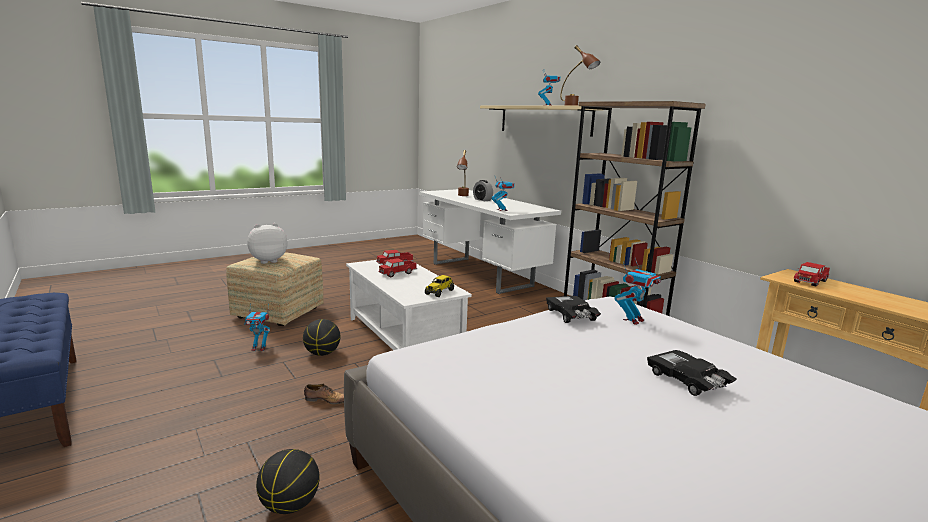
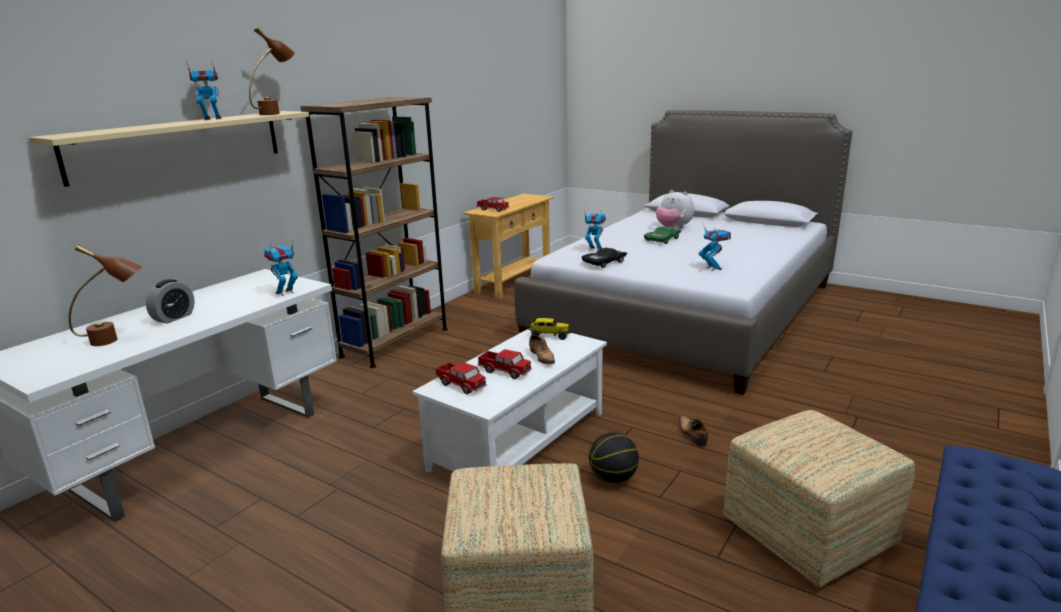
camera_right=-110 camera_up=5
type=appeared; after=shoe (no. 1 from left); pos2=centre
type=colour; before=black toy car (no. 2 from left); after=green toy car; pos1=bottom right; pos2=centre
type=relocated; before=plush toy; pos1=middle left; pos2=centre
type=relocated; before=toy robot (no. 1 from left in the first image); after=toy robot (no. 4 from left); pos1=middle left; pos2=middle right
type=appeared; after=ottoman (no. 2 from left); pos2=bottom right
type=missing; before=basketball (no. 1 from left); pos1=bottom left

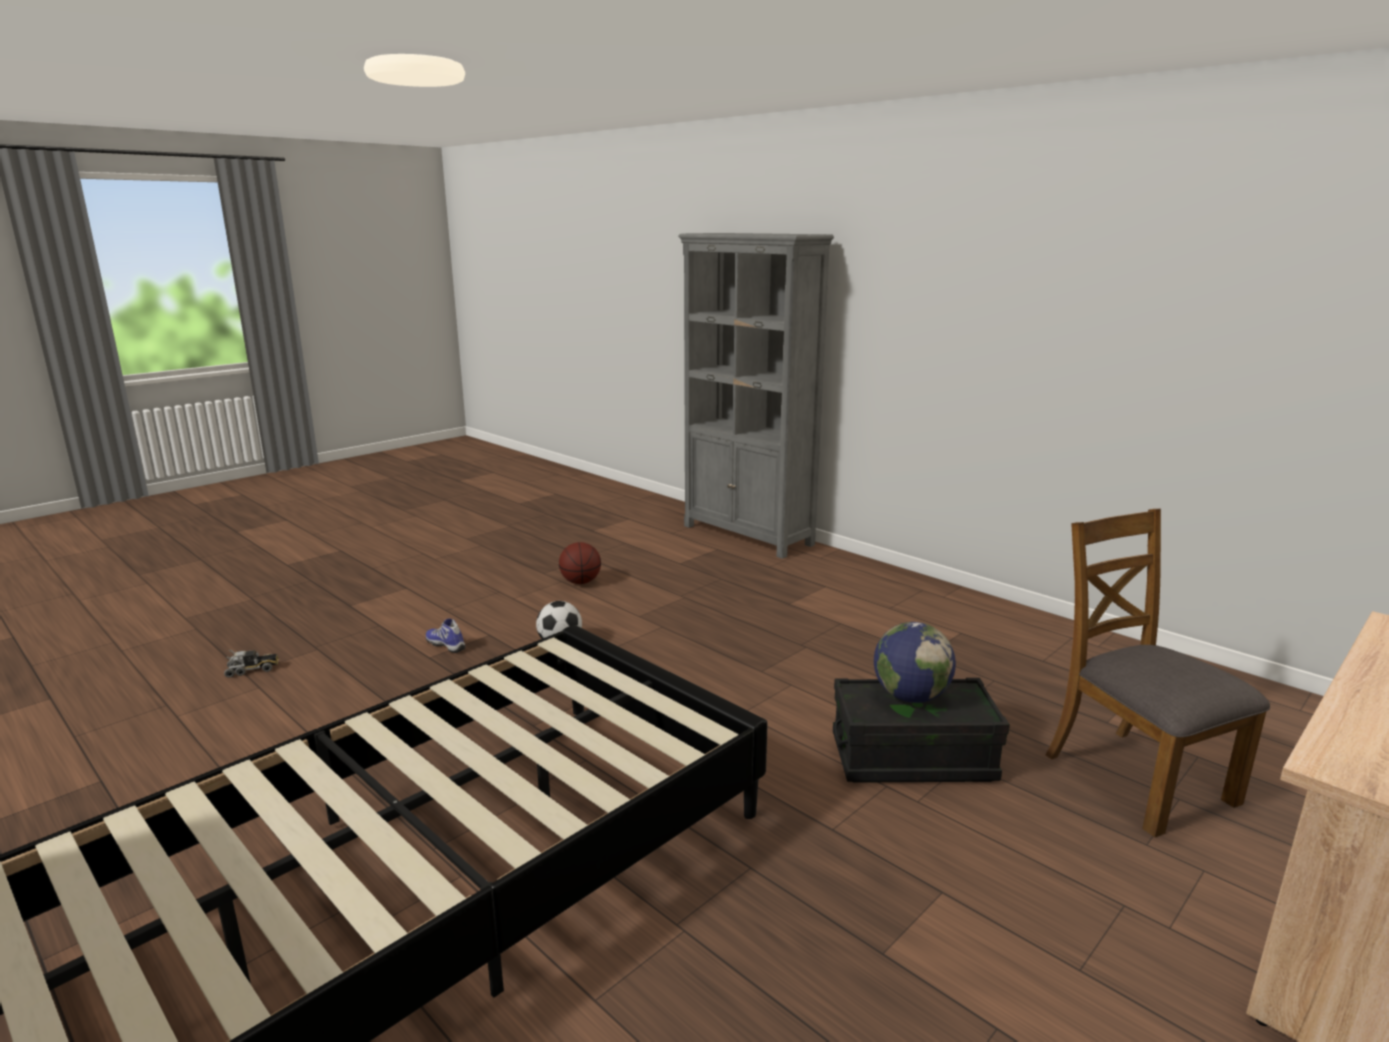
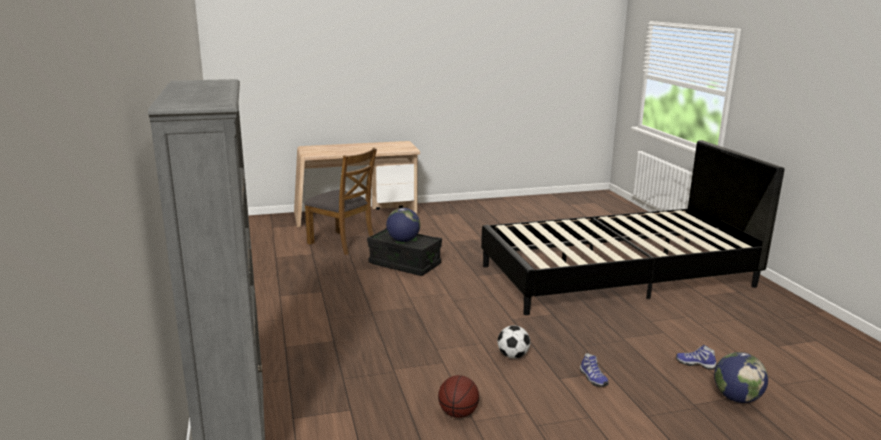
camera_right=-150 camera_up=0
type=spun; before=brown chair; pos1=middle right; pos2=centre; turn=-60
type=appeared; after=shoe (no. 2 from left); pos2=bottom right
type=exchanged; before=toy truck; after=globe (no. 2 from left); pos1=middle left; pos2=bottom right

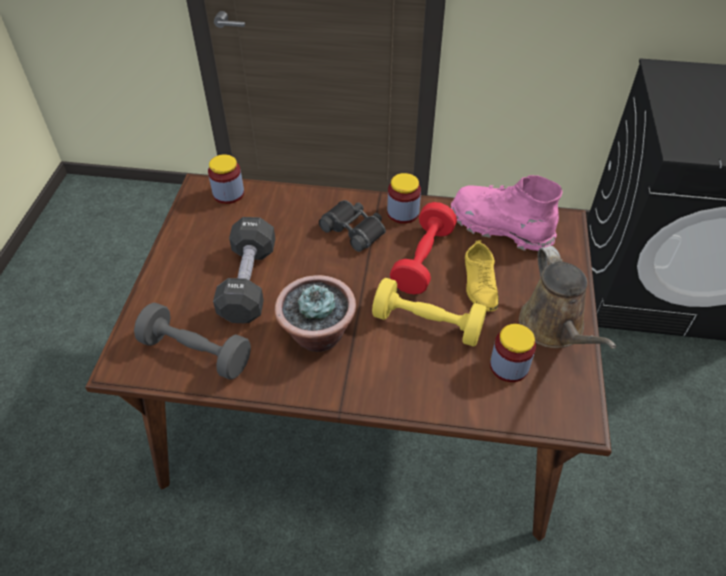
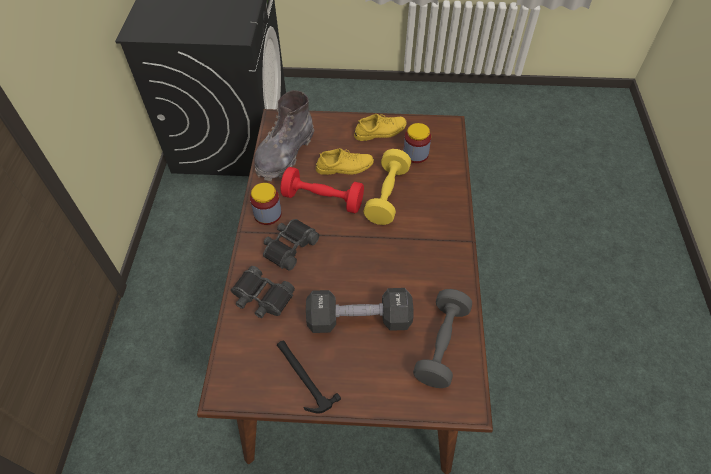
camera_right=-95 camera_up=5
type=appeared; after=black binoculars (no. 1 from left); pos2=centre
type=colour; before=pink boot; after=grey boot; pos1=middle right; pos2=top centre
type=appeared; after=hammer; pos2=bottom centre
type=exchanged; before=brown watering can; after=yellow shoe (no. 2 from left); pos1=middle right; pos2=top centre
type=missing; before=jar (no. 1 from left); pos1=top left
type=missing; before=potted plant; pos1=centre

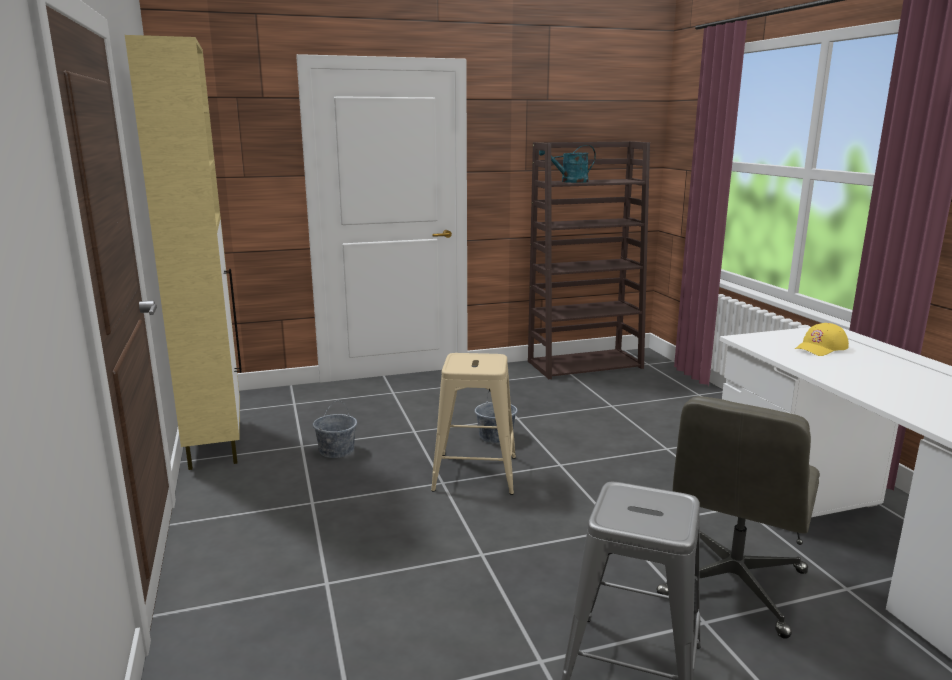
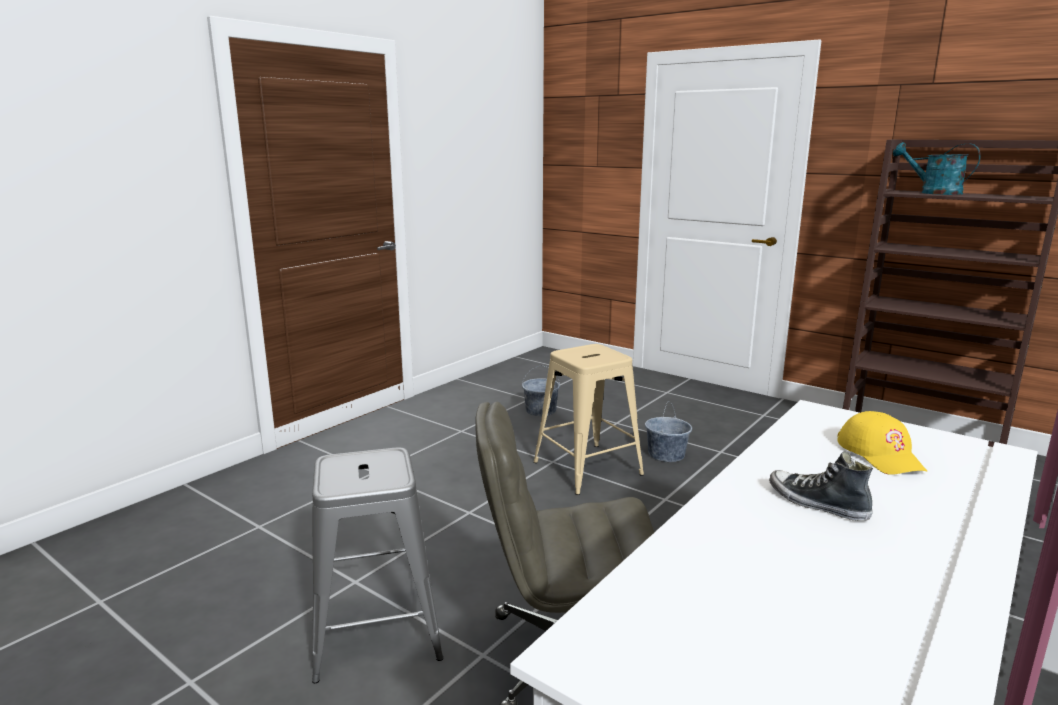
camera_right=55 camera_up=0
type=appeared; after=shoe; pos2=bottom right
type=spun; before=yellow cap; pos1=middle right; pos2=middle right; turn=-120
type=missing; before=beige cabinet; pos1=middle left

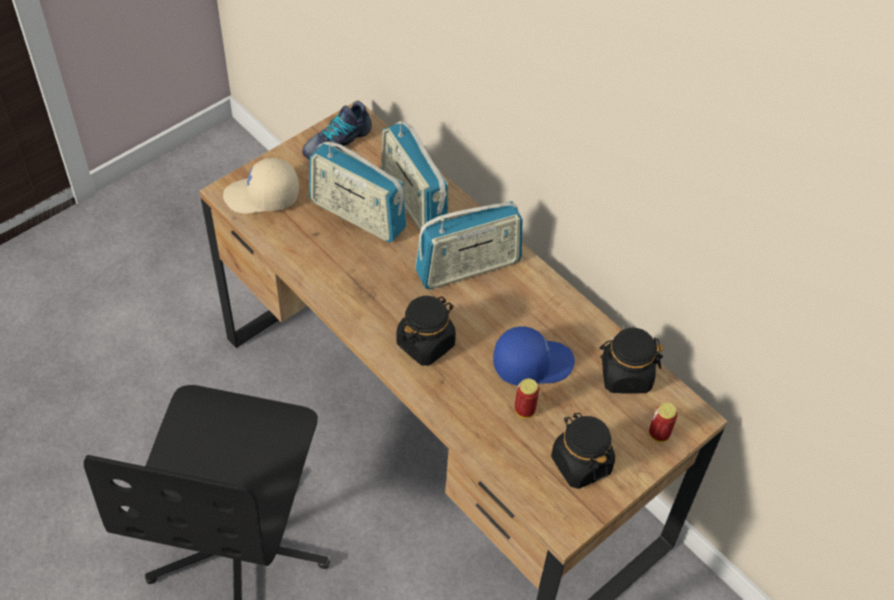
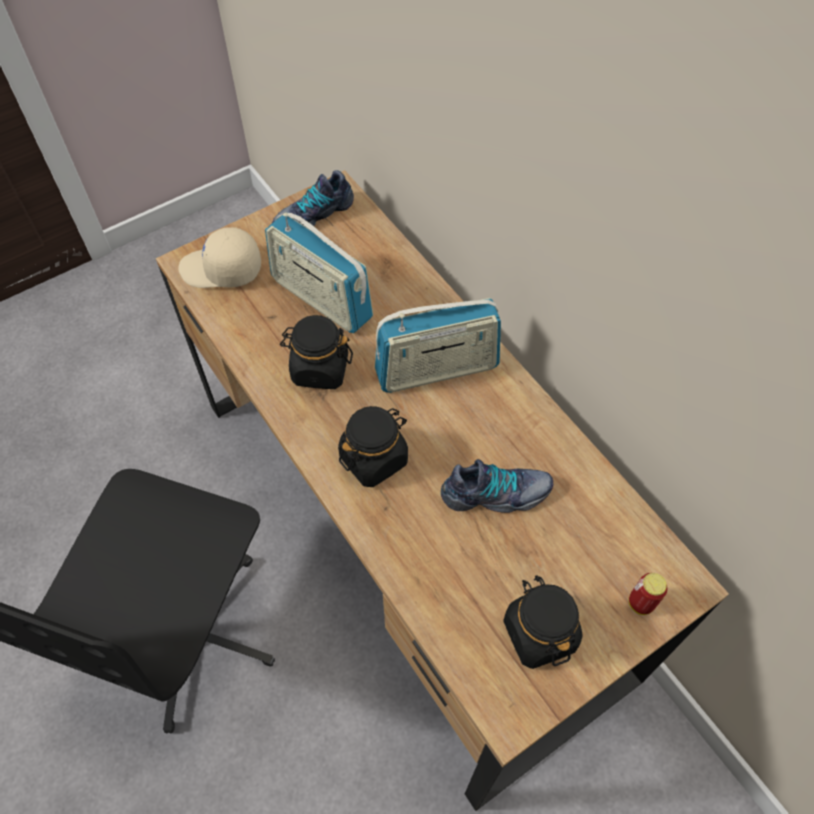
camera_right=10 camera_up=5
type=relocated; before=black jar (no. 3 from left in the first image); after=black jar (no. 1 from left); pos1=middle right; pos2=centre
type=exchanged; before=blue cap; after=shoe (no. 2 from left); pos1=centre; pos2=centre
type=missing; before=radio (no. 2 from left); pos1=top centre
type=missing; before=can (no. 1 from left); pos1=centre

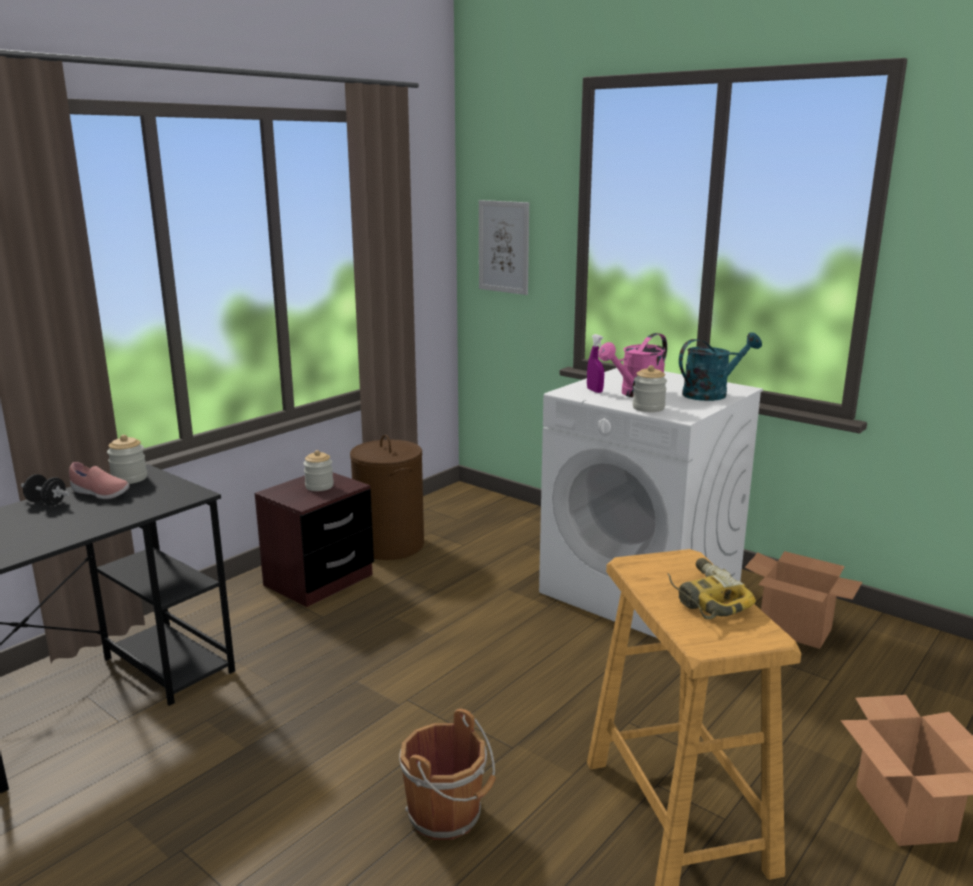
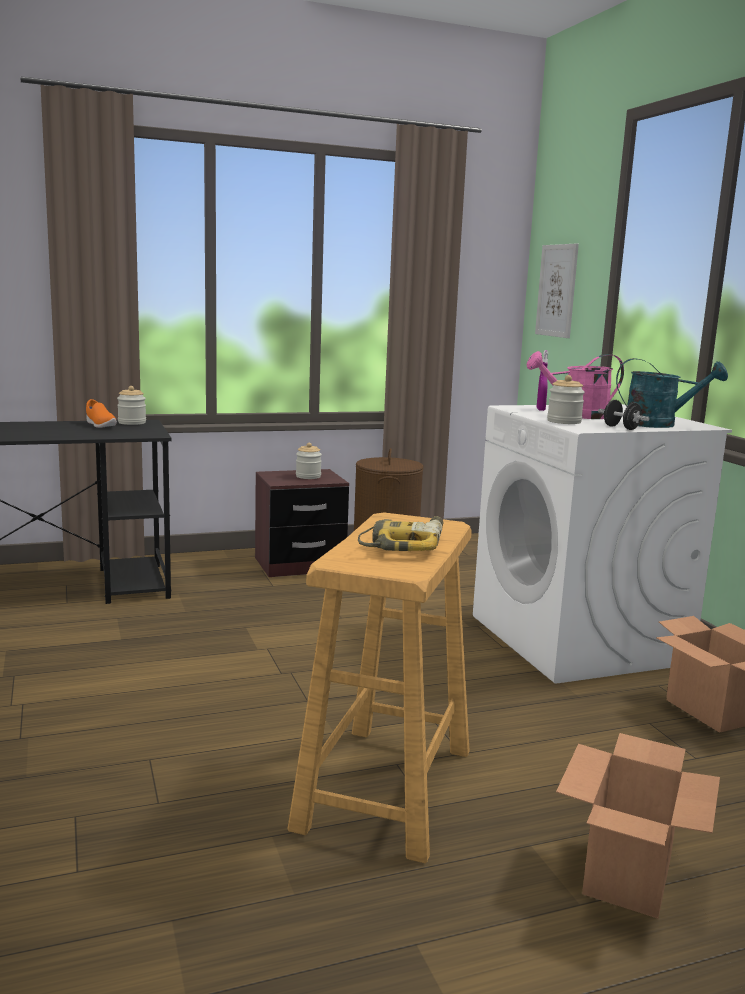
camera_right=30 camera_up=-5
type=colour; before=pink shoe; after=orange shoe; pos1=middle left; pos2=middle left
type=relocated; before=black dumbbell; pos1=middle left; pos2=middle right
type=missing; before=brown bucket; pos1=bottom centre

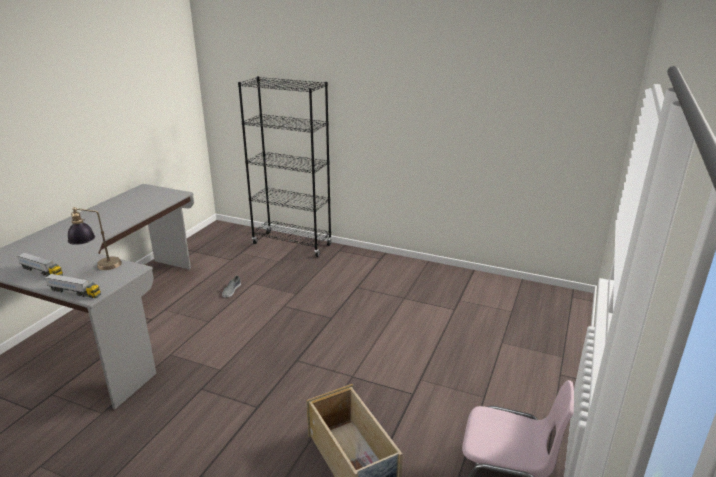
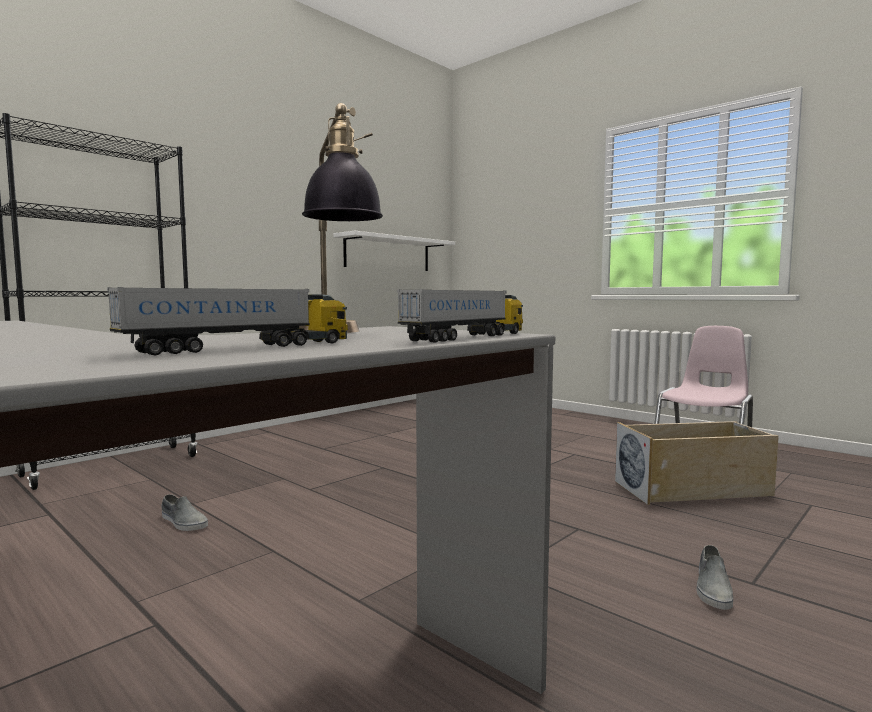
camera_right=-70 camera_up=-20
type=appeared; after=white shelf; pos2=centre
type=appeared; after=grey shoe (no. 2 from left); pos2=bottom right

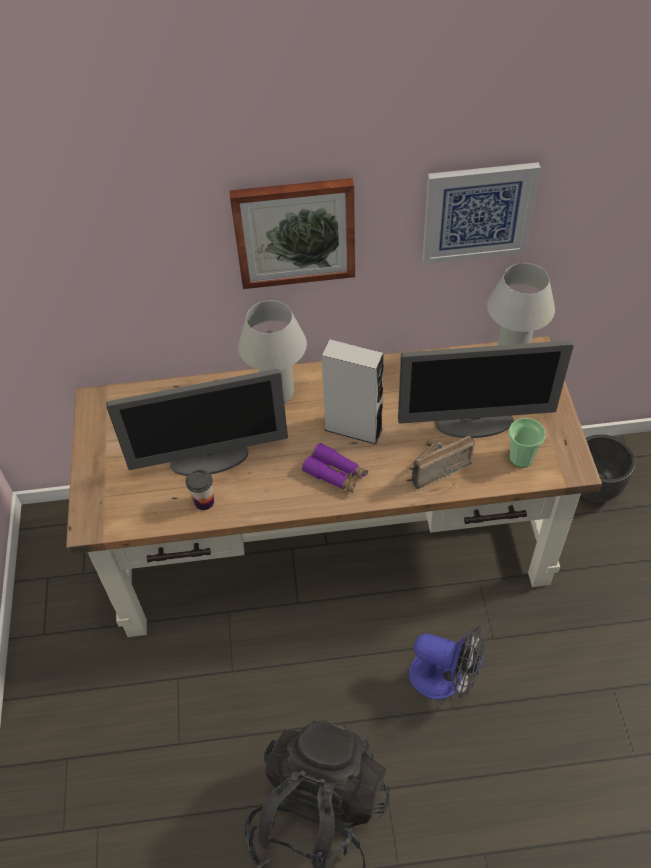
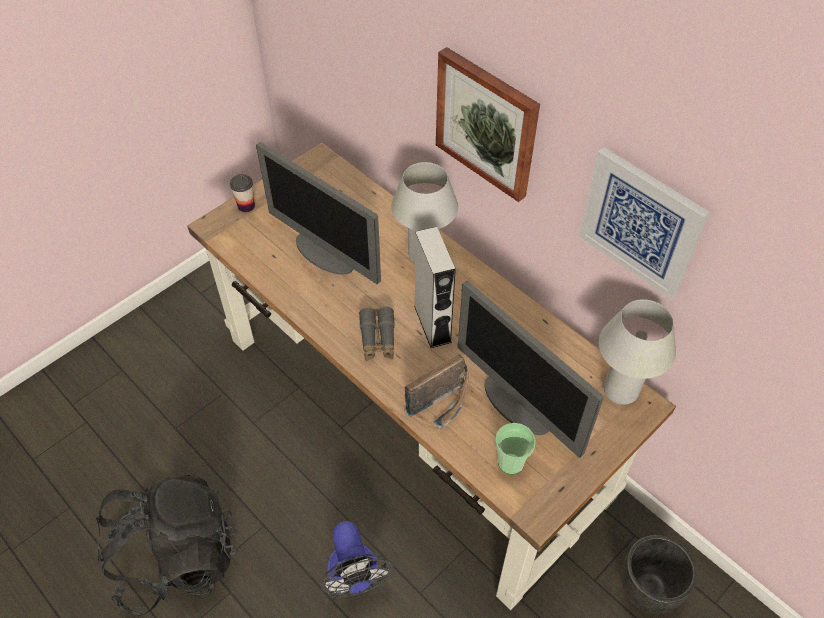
camera_right=50 camera_up=0
type=relocated; before=cup (no. 1 from left); pos1=middle left; pos2=top left
type=colour; before=purple binoculars; after=grey binoculars; pos1=centre; pos2=centre
type=spun; before=radio; pos1=middle right; pos2=centre; turn=120

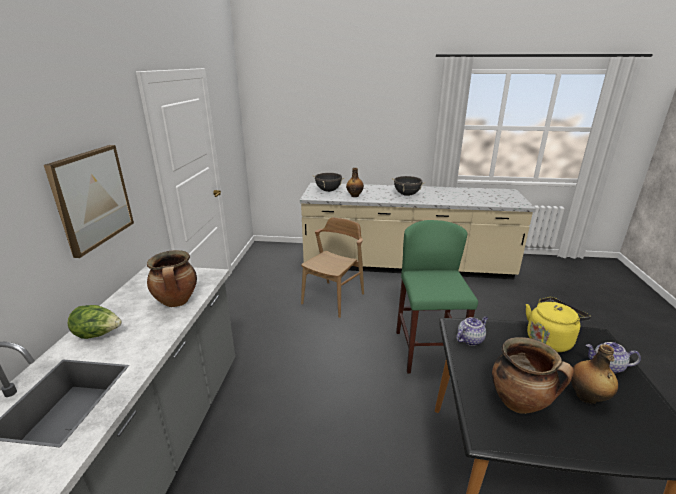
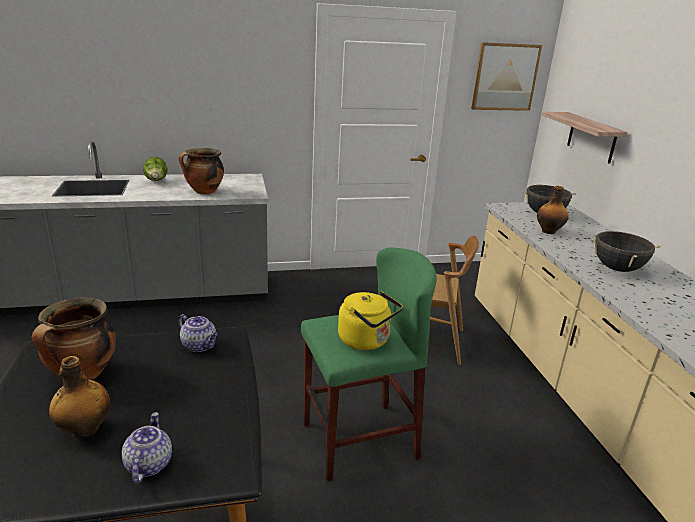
camera_right=70 camera_up=0
type=relocated; before=yellow kettle; pos1=middle right; pos2=centre
type=relocated; before=picture; pos1=middle left; pos2=top right
type=appeared; after=shelf; pos2=top right

